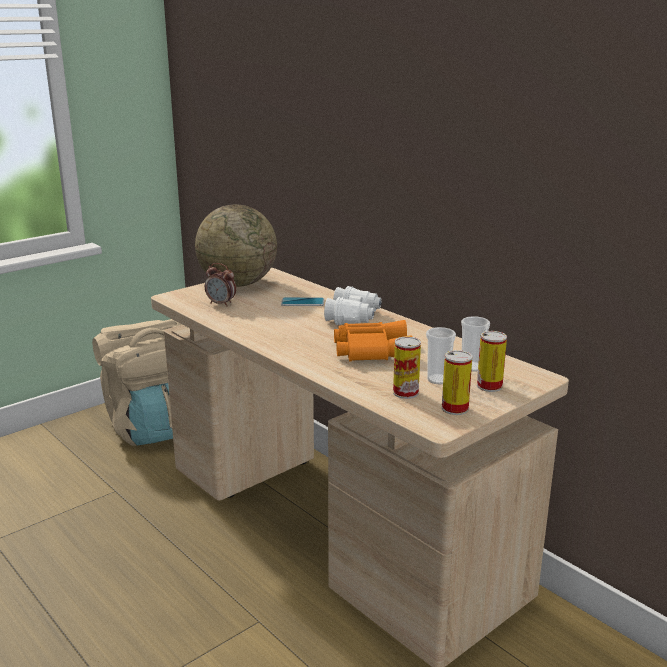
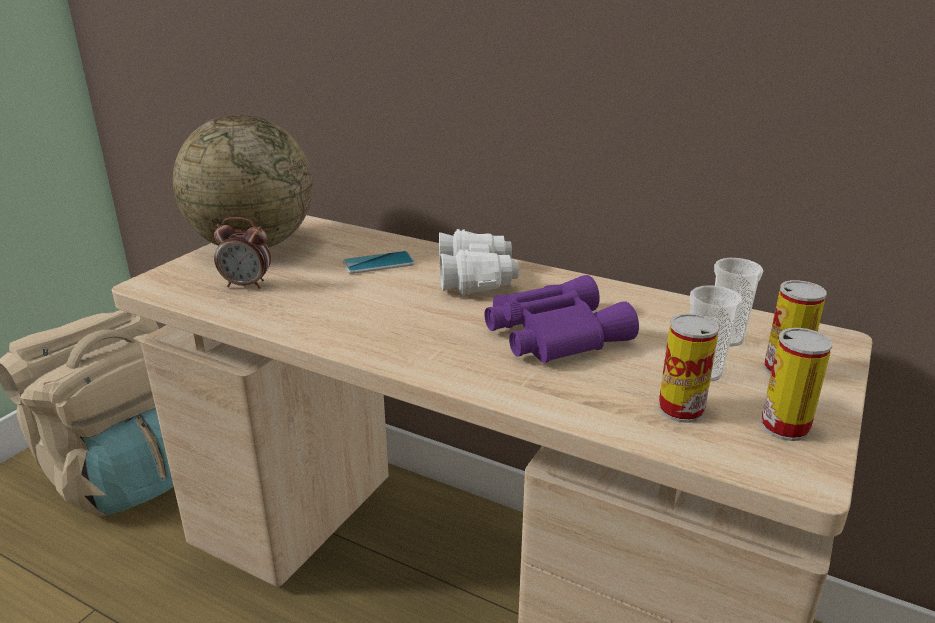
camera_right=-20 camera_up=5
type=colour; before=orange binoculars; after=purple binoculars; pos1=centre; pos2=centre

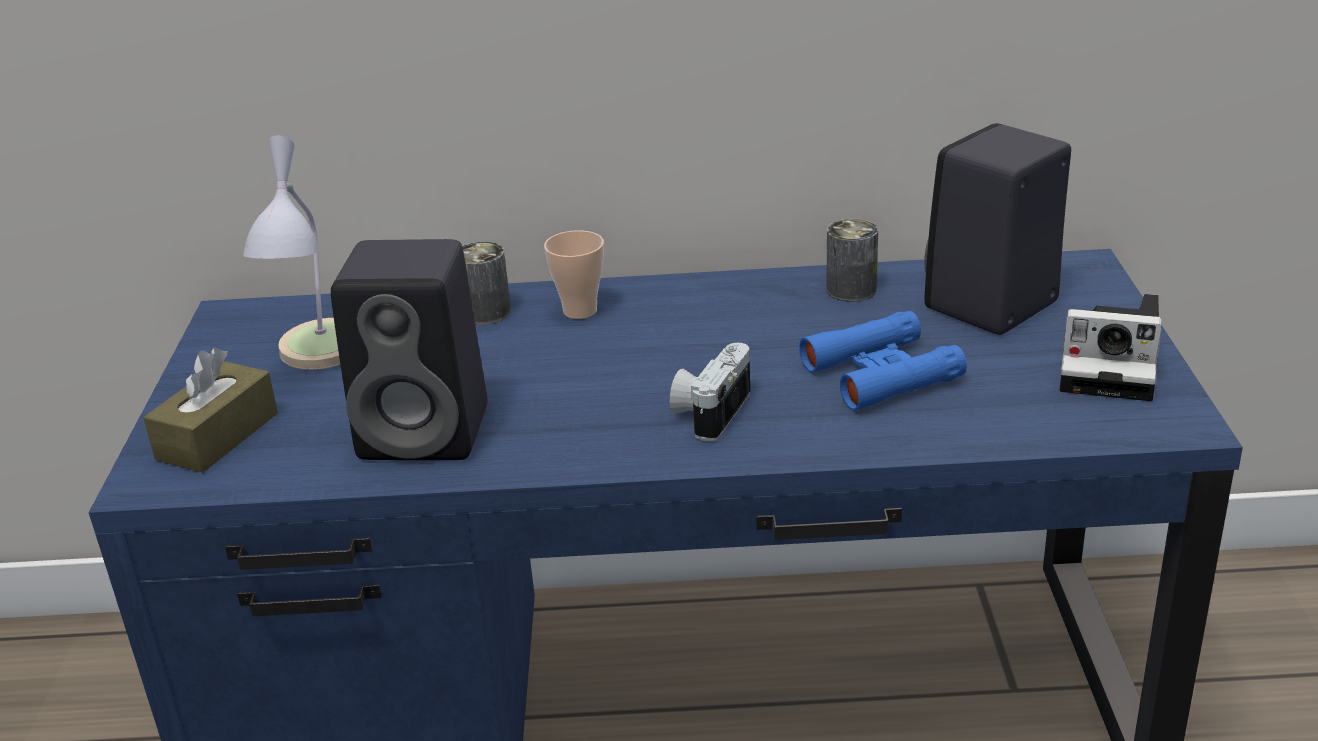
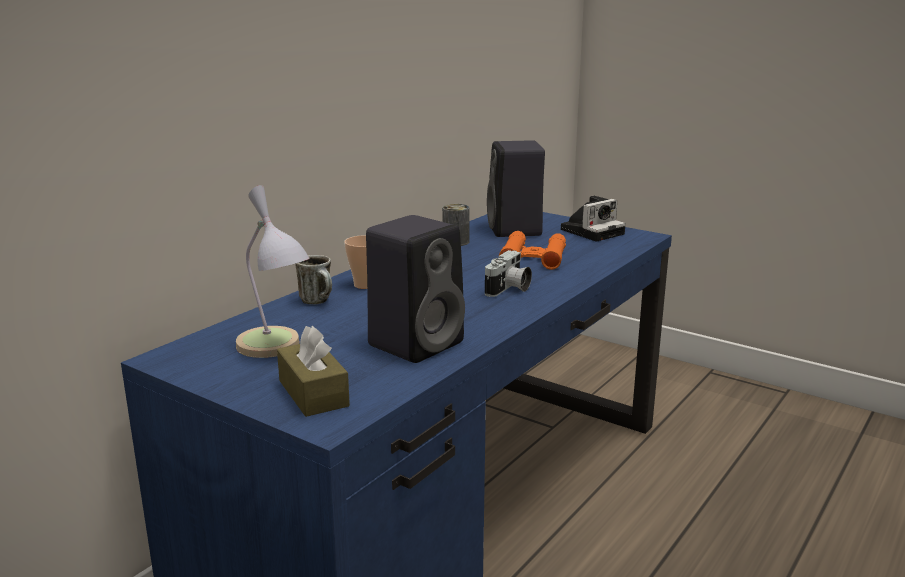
camera_right=-55 camera_up=-10
type=exchanged; before=can (no. 1 from left); after=mug; pos1=centre; pos2=centre
type=spun; before=photo camera (no. 1 from left); pos1=centre; pos2=centre; turn=-120
type=colour; before=blue binoculars; after=orange binoculars; pos1=middle right; pos2=centre

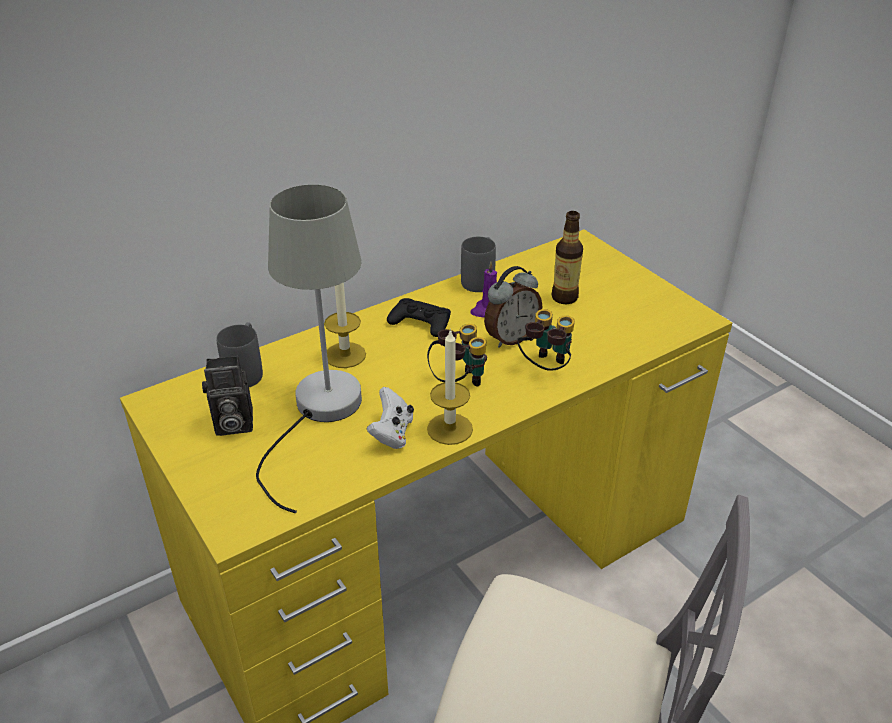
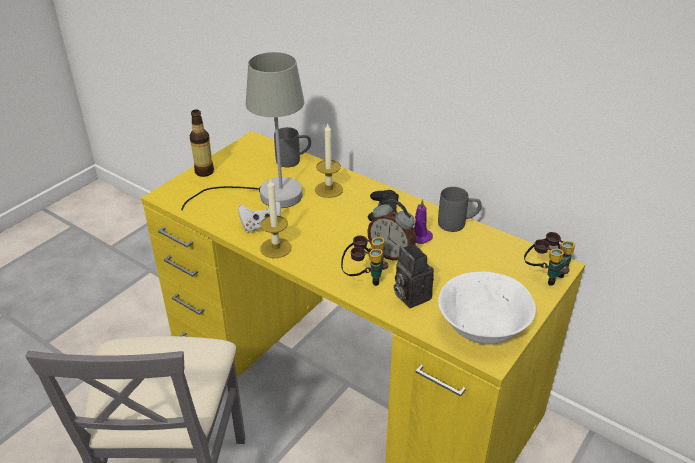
camera_right=70 camera_up=0
type=relocated; before=bottle; pos1=centre; pos2=top left
type=relocated; before=photo camera; pos1=middle left; pos2=centre
type=appeared; after=white bowl; pos2=middle right
type=relocated; before=binoculars (no. 1 from left in the first image); after=binoculars (no. 2 from left); pos1=centre; pos2=middle right

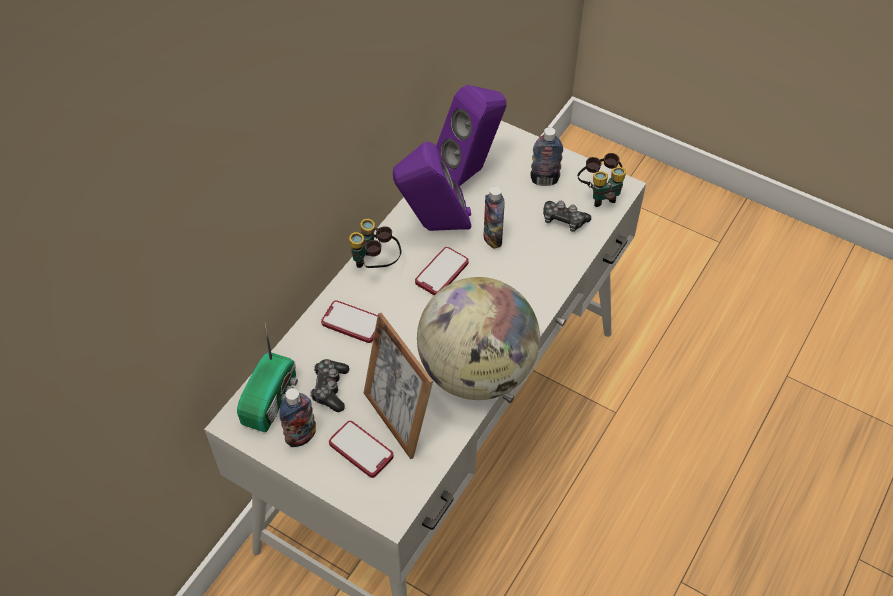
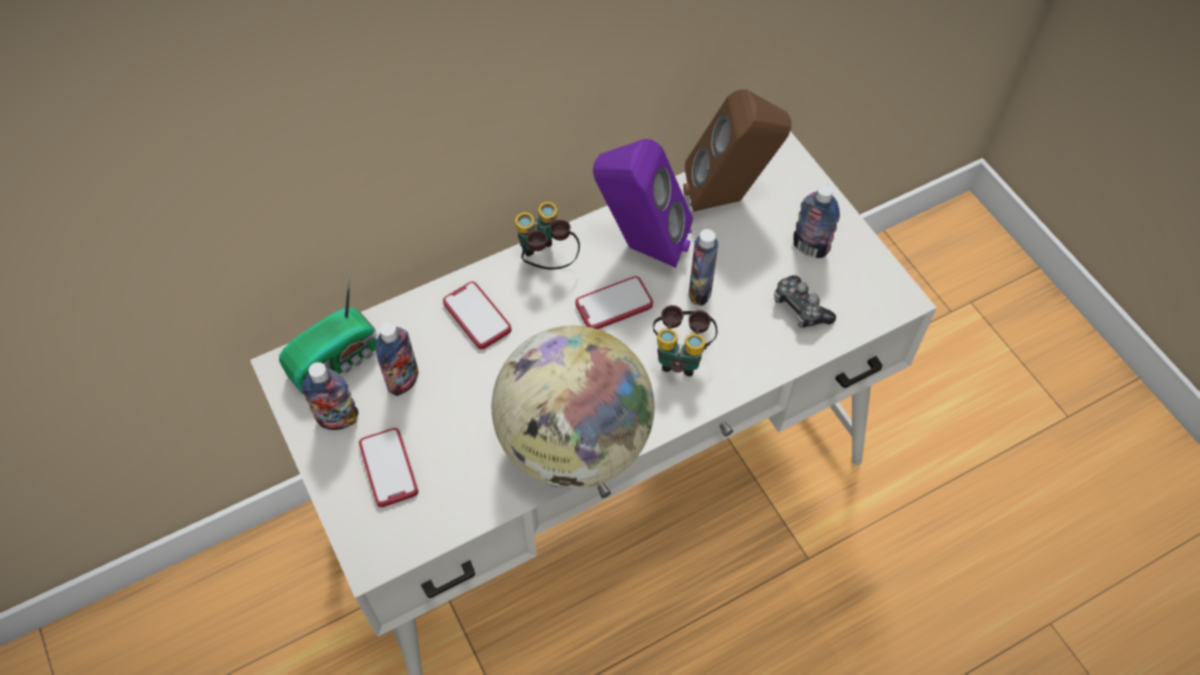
camera_right=30 camera_up=5
type=exchanged; before=game controller (no. 1 from left); after=bottle (no. 2 from left); pos1=centre; pos2=middle left
type=relocated; before=binoculars (no. 2 from left); pos1=top right; pos2=centre
type=colour; before=purple speaker (no. 2 from left); after=brown speaker; pos1=top centre; pos2=top centre
type=missing; before=picture frame; pos1=centre

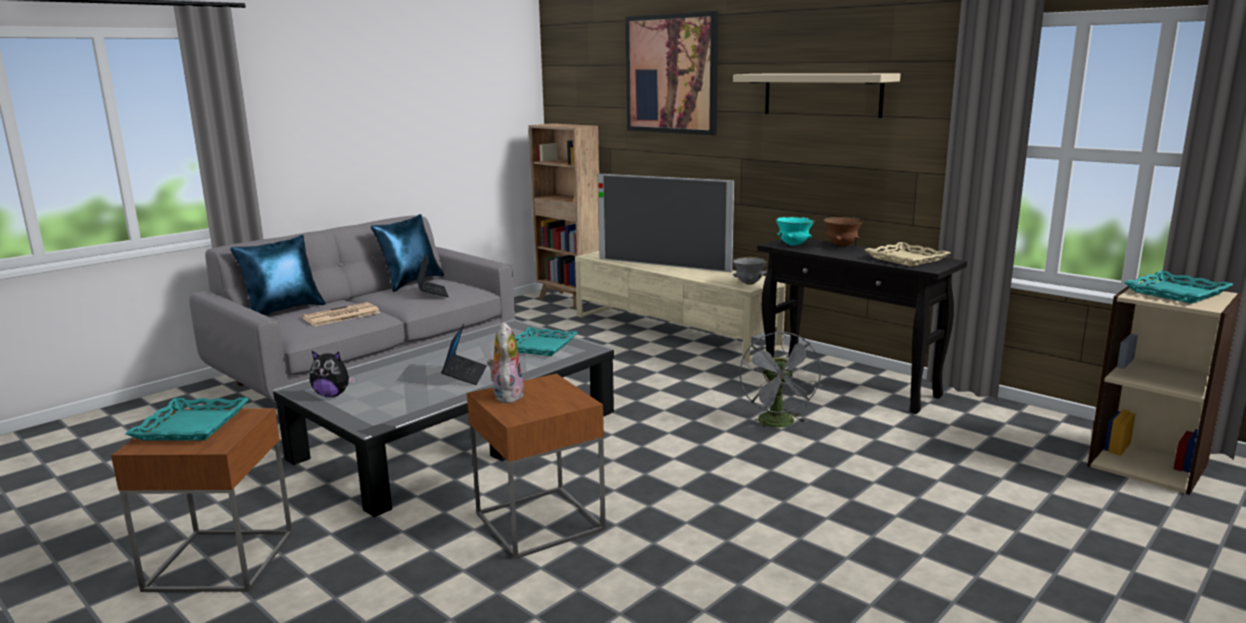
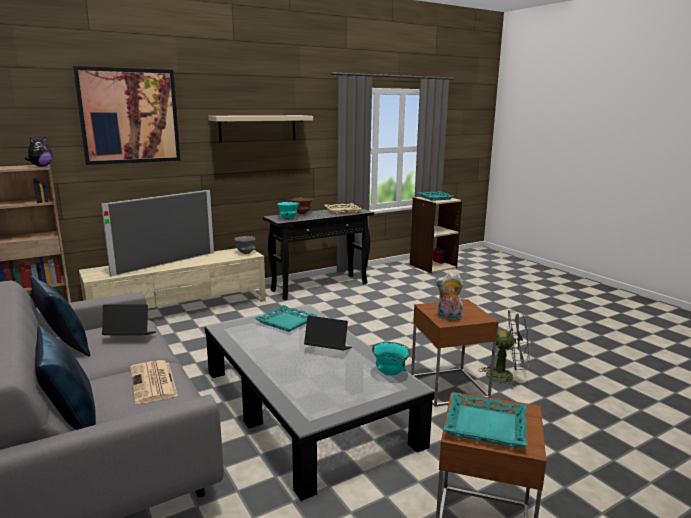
camera_right=-75 camera_up=0
type=relocated; before=plush toy (no. 1 from left); pos1=middle left; pos2=top left
type=appeared; after=turquoise bowl (no. 2 from left); pos2=bottom centre
type=relocated; before=grey fan; pos1=centre; pos2=bottom right

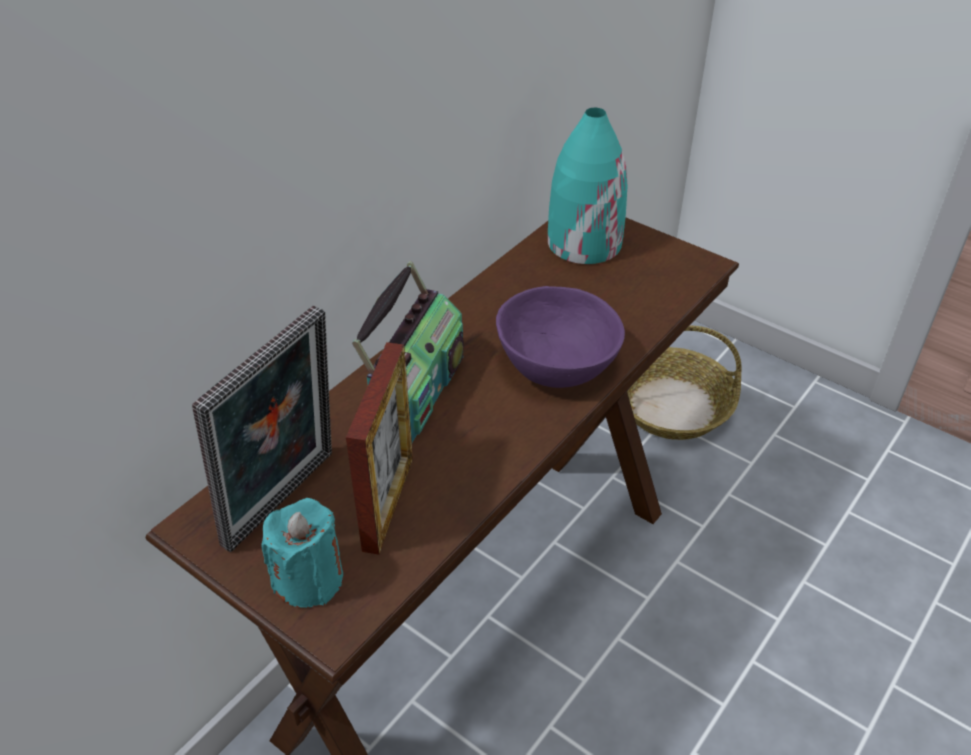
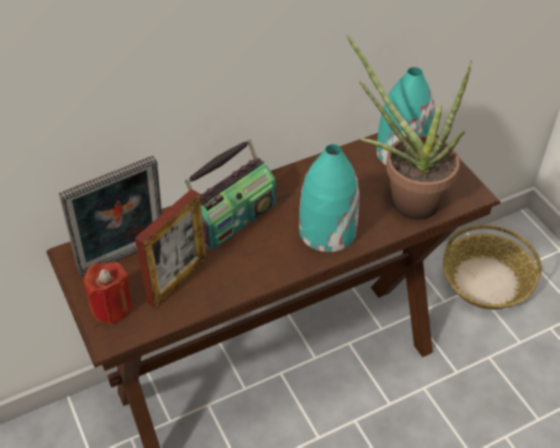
camera_right=25 camera_up=5
type=colour; before=turquoise candle; after=red candle; pos1=bottom left; pos2=middle left
type=exchanged; before=purple bowl; after=turquoise vase (no. 1 from left); pos1=centre; pos2=centre
type=appeared; after=potted plant; pos2=top right

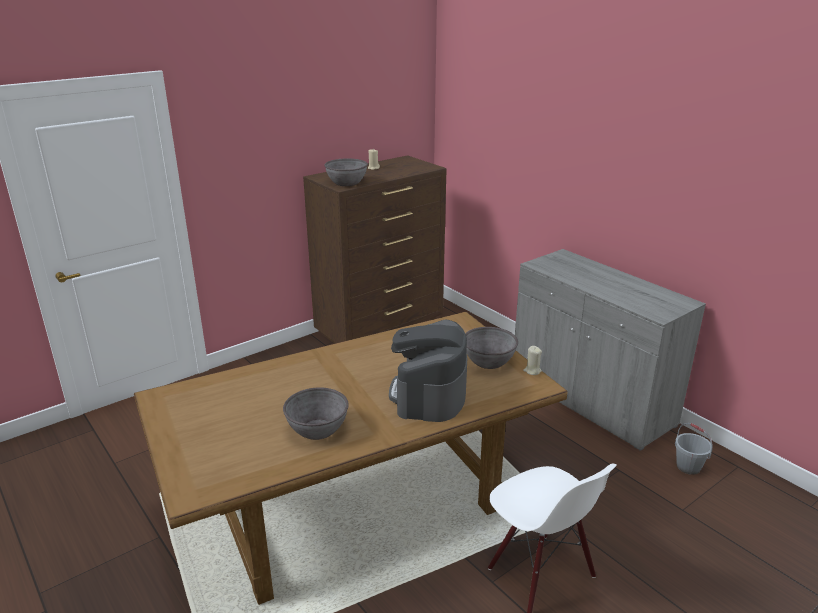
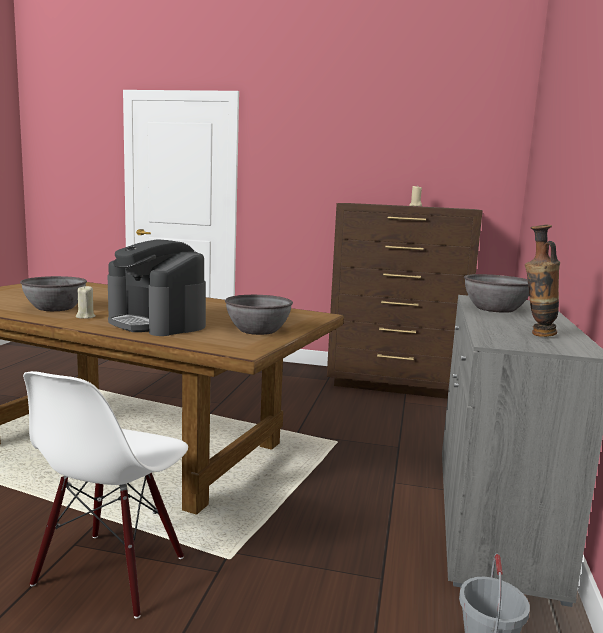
camera_right=50 camera_up=-15
type=relocated; before=beige candle (no. 2 from left in the first image); after=beige candle (no. 1 from left); pos1=centre; pos2=middle left
type=spun; before=coffee machine; pos1=centre; pos2=middle left; turn=-105
type=relocated; before=grey bowl (no. 2 from left in the first image); after=grey bowl (no. 3 from left); pos1=top centre; pos2=middle right
type=appeared; after=vase; pos2=middle right

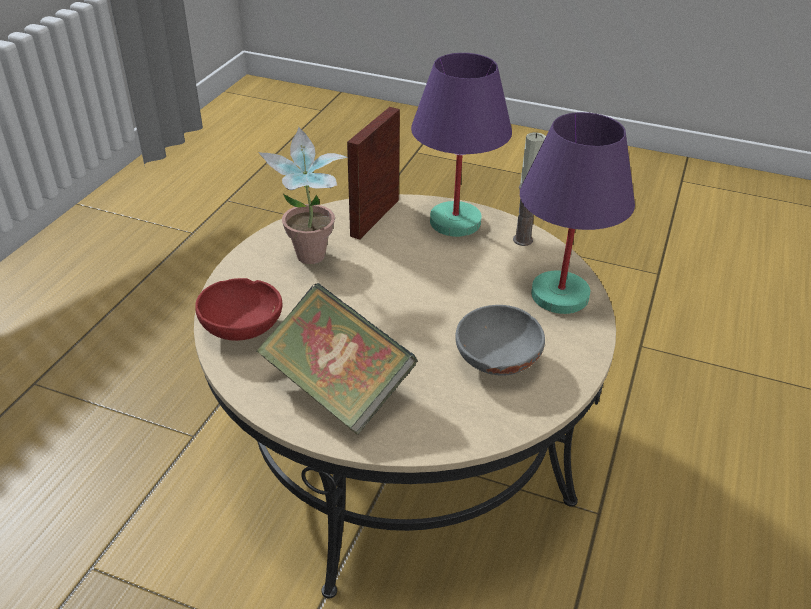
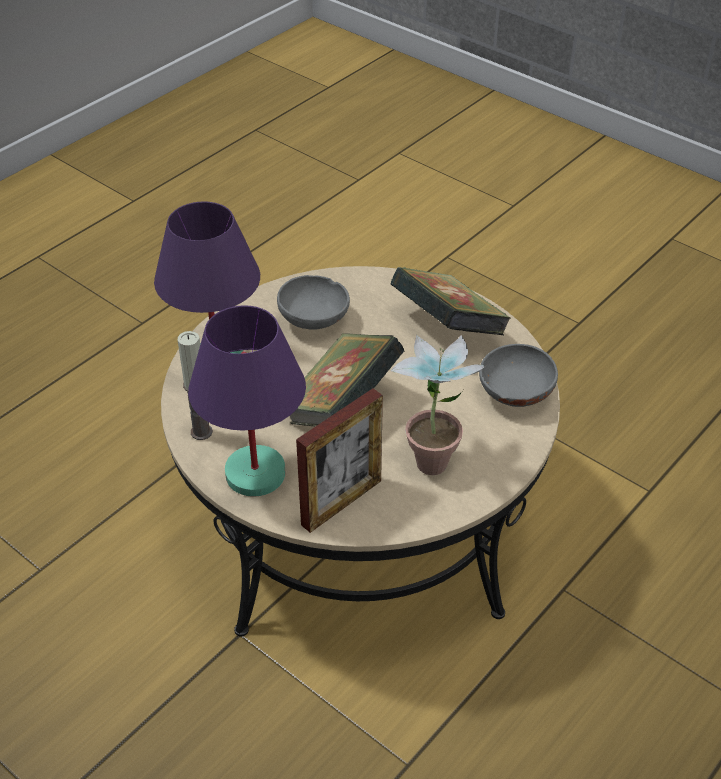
camera_right=-160 camera_up=5
type=appeared; after=book (no. 1 from left); pos2=centre
type=colour; before=red bowl; after=grey bowl (no. 2 from left); pos1=middle left; pos2=middle right

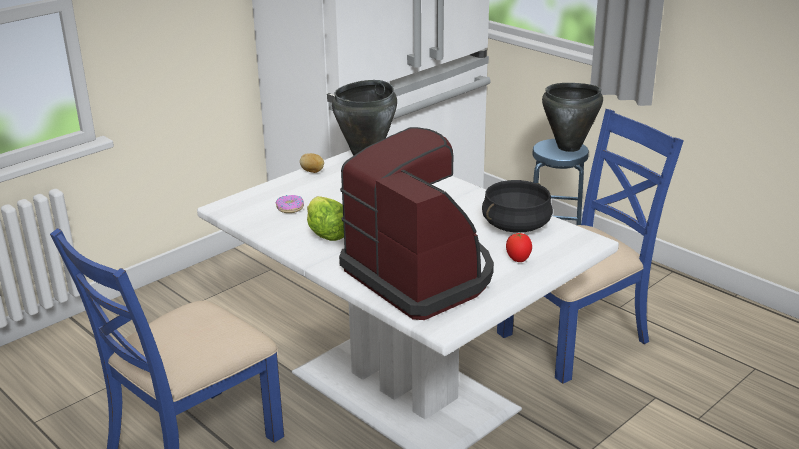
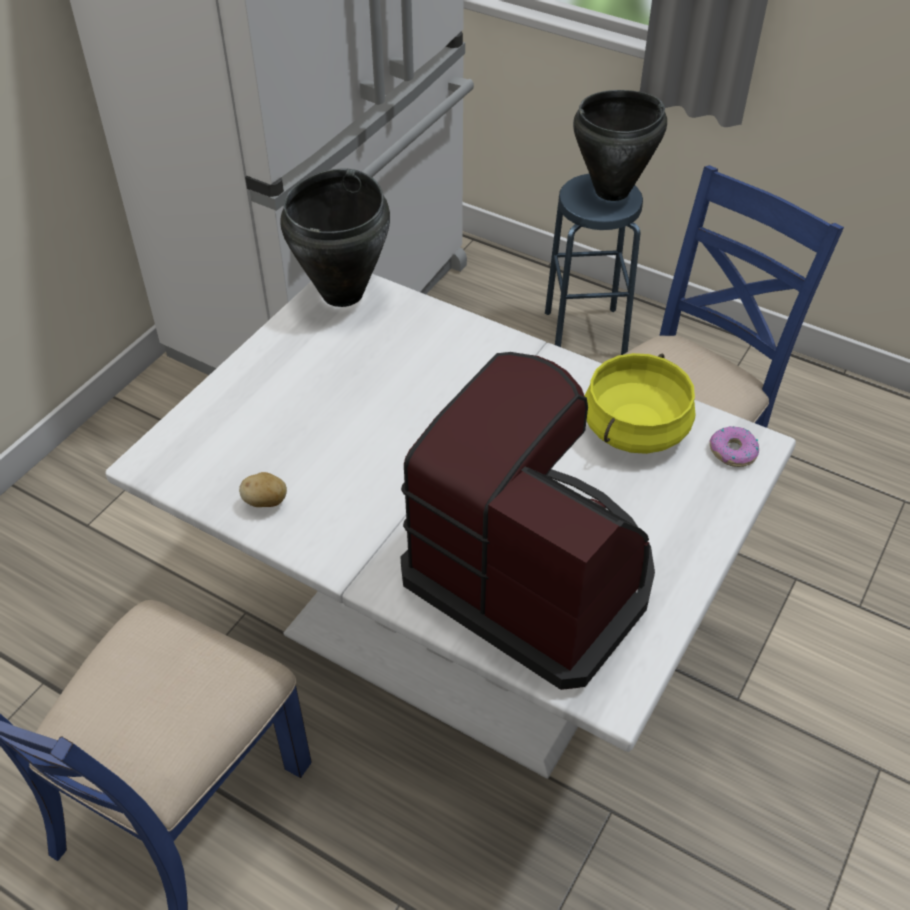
camera_right=-15 camera_up=20
type=relocated; before=potato; pos1=centre; pos2=middle left
type=colour; before=black cooking pot (no. 2 from left); after=yellow cooking pot; pos1=centre; pos2=middle right
type=relocated; before=donut; pos1=centre; pos2=middle right
type=missing; before=lettuce; pos1=centre
type=missing; before=tomato; pos1=centre

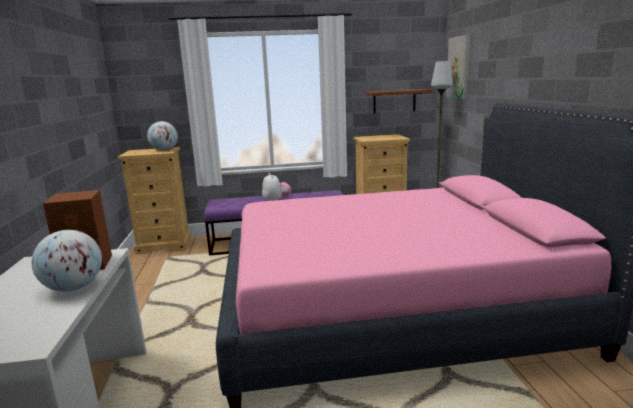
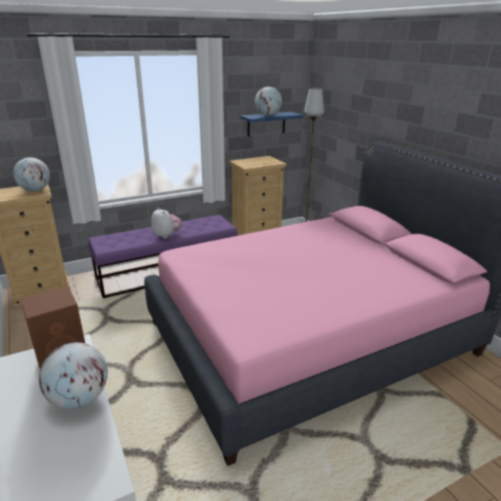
camera_right=-20 camera_up=10
type=colour; before=brown shelf; after=blue shelf; pos1=top centre; pos2=top centre
type=appeared; after=globe (no. 3 from left); pos2=top centre
type=missing; before=picture; pos1=top right

